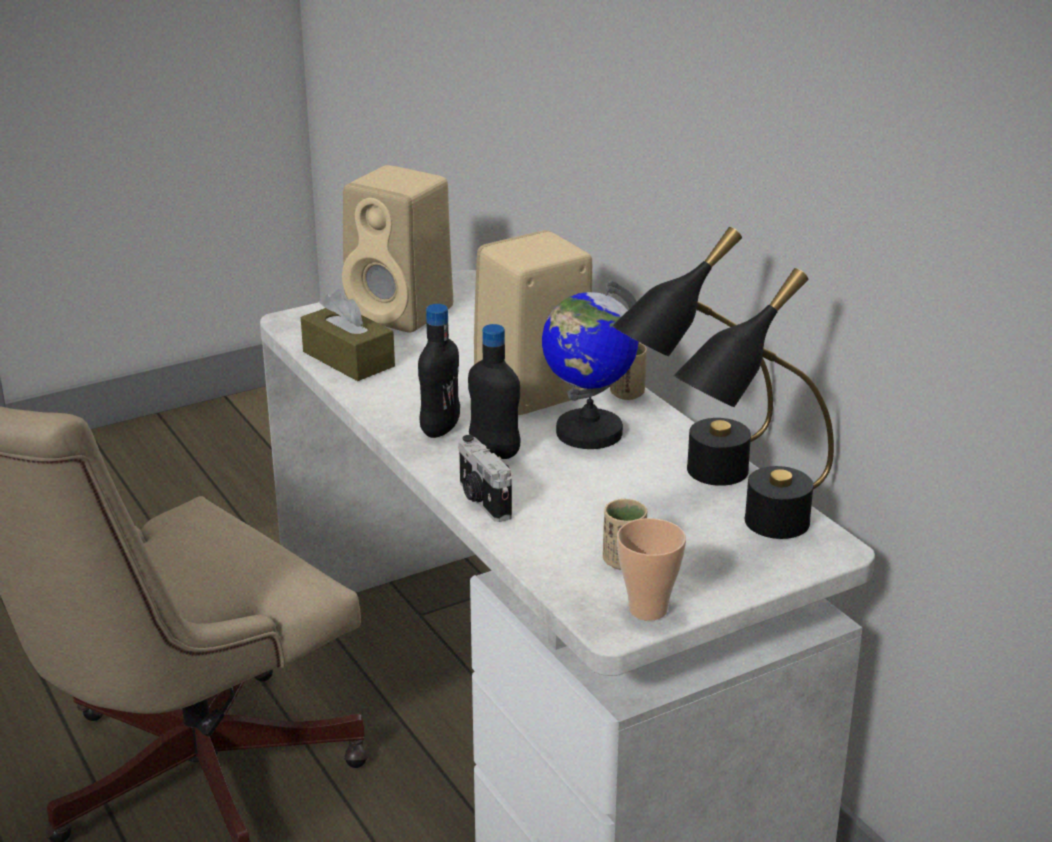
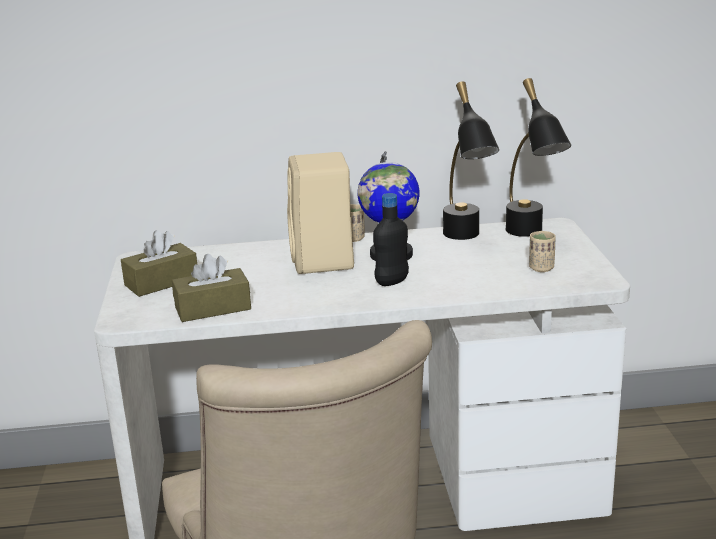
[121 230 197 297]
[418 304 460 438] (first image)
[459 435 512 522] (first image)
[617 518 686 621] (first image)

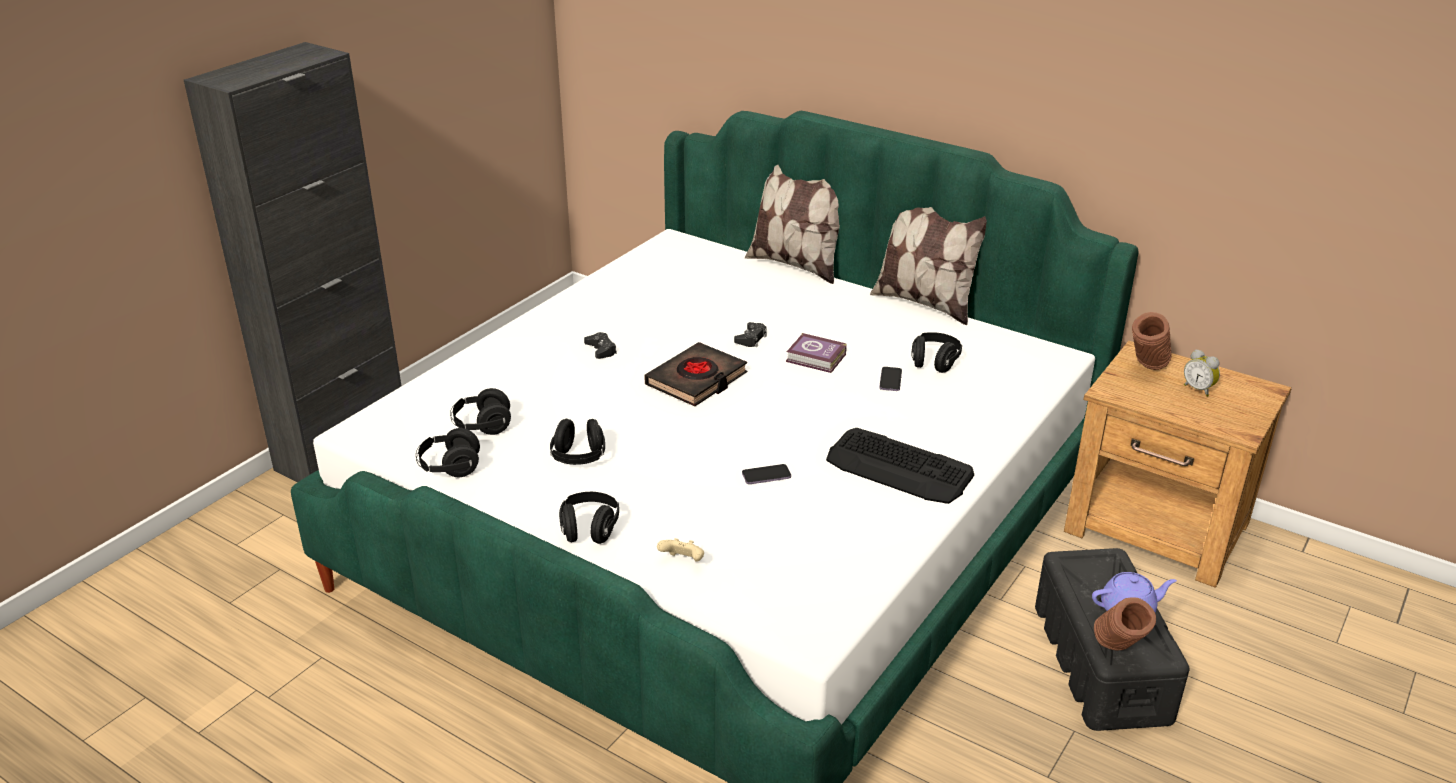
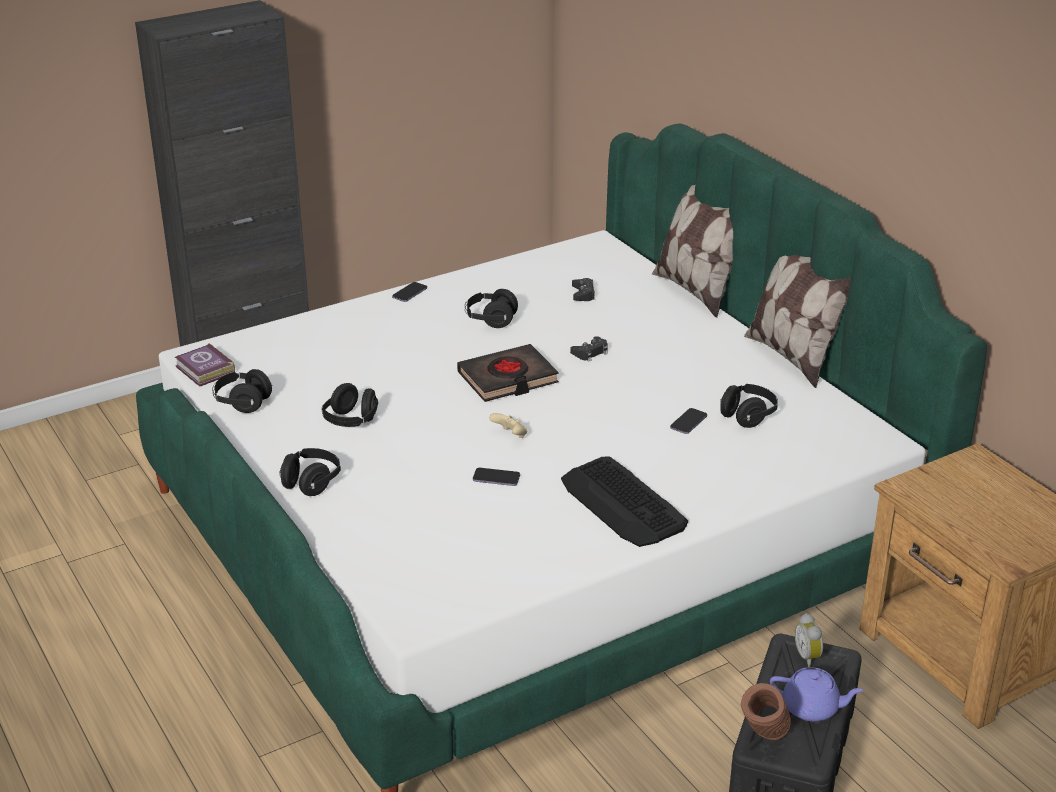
[1132 312 1172 370] (first image)
[572 278 595 301]
[175 343 235 387]
[795 613 823 667]
[465 289 518 328]
[489 413 527 438]
[392 282 427 302]

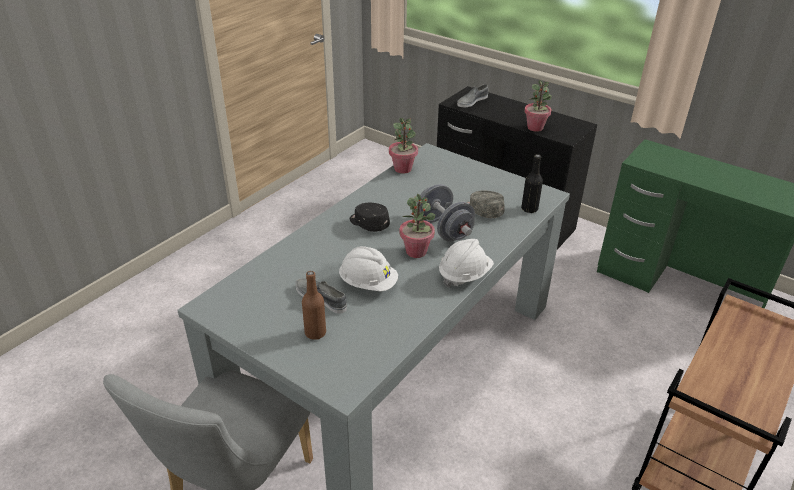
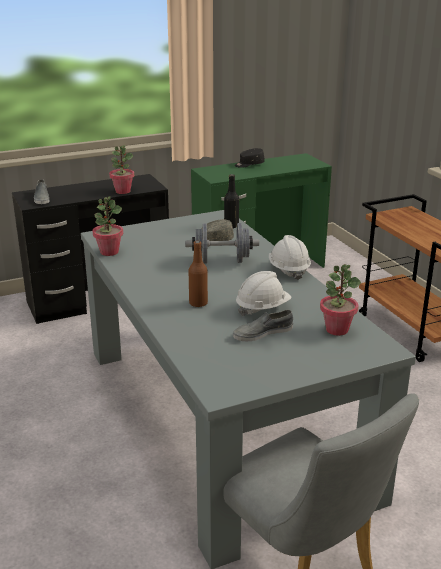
[320 264 361 336]
[235 148 264 168]
[189 241 208 307]

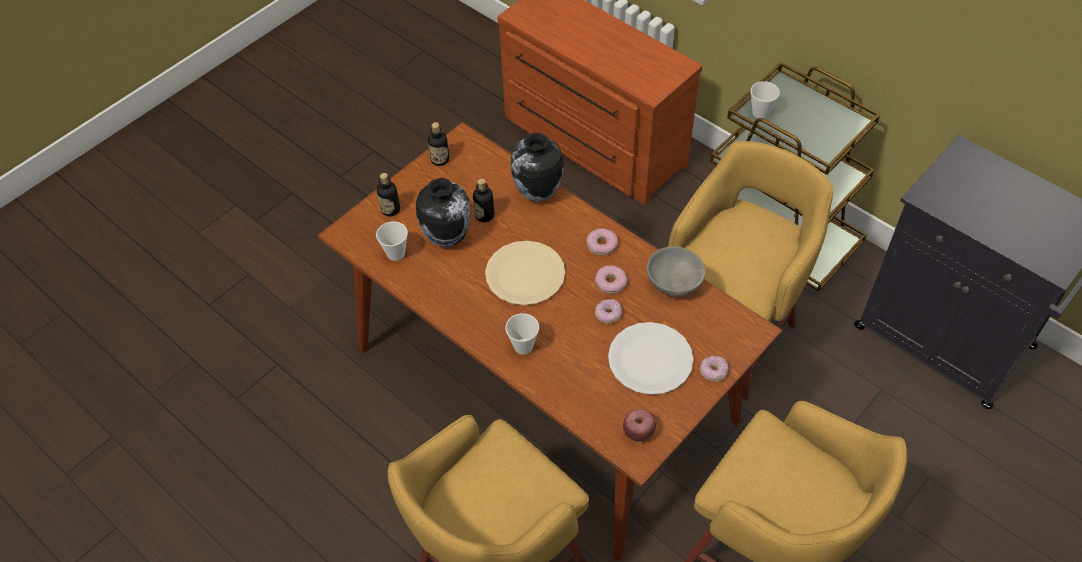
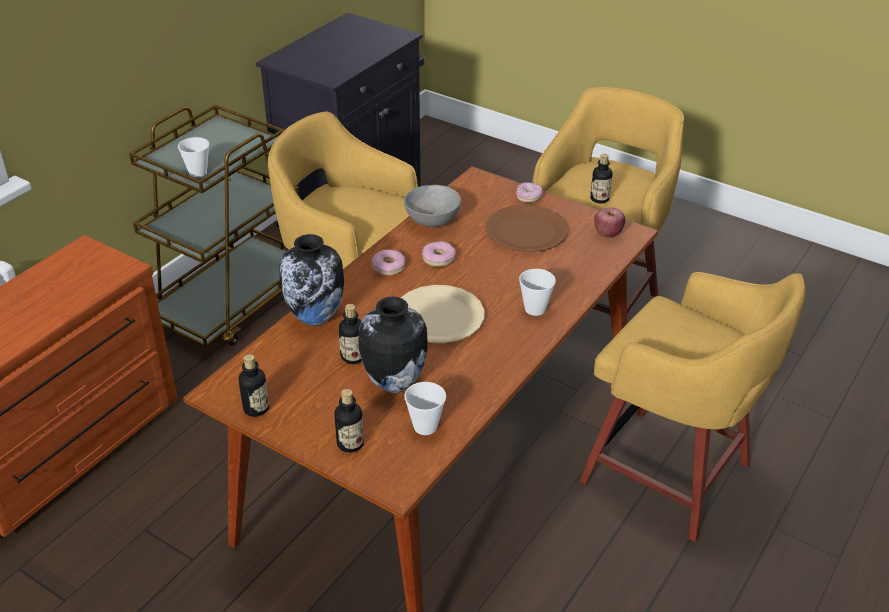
[595 299 622 324] (first image)
[486 205 568 252]
[590 154 612 203]

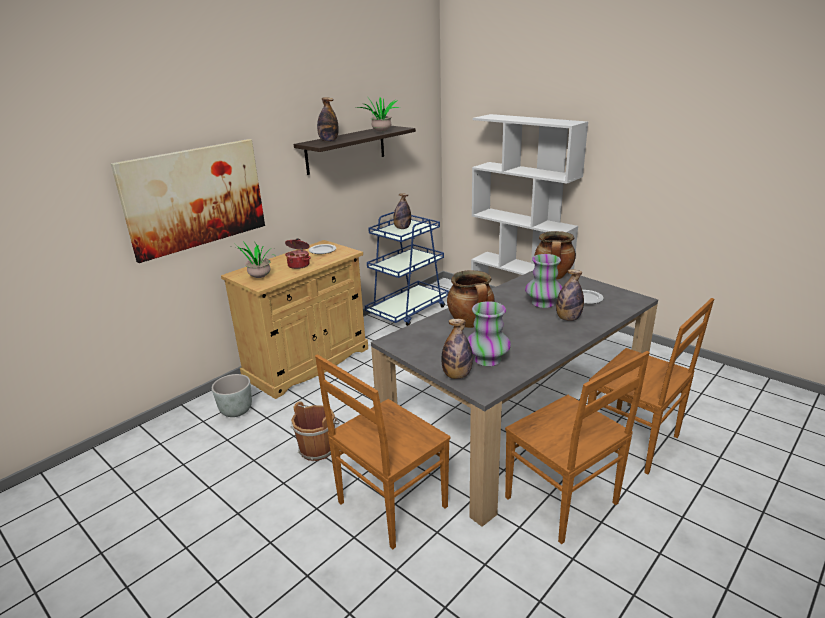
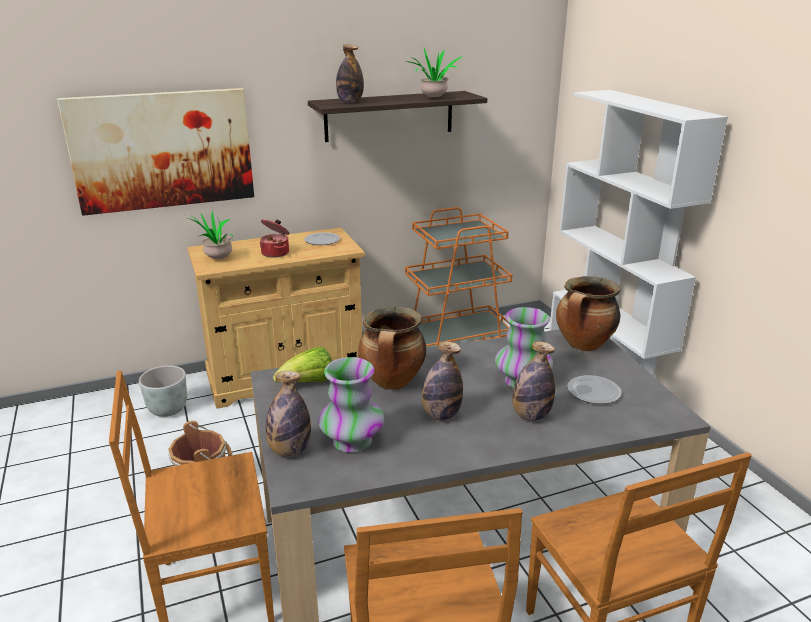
[422 341 463 420]
[405 207 512 348]
[273 347 332 383]

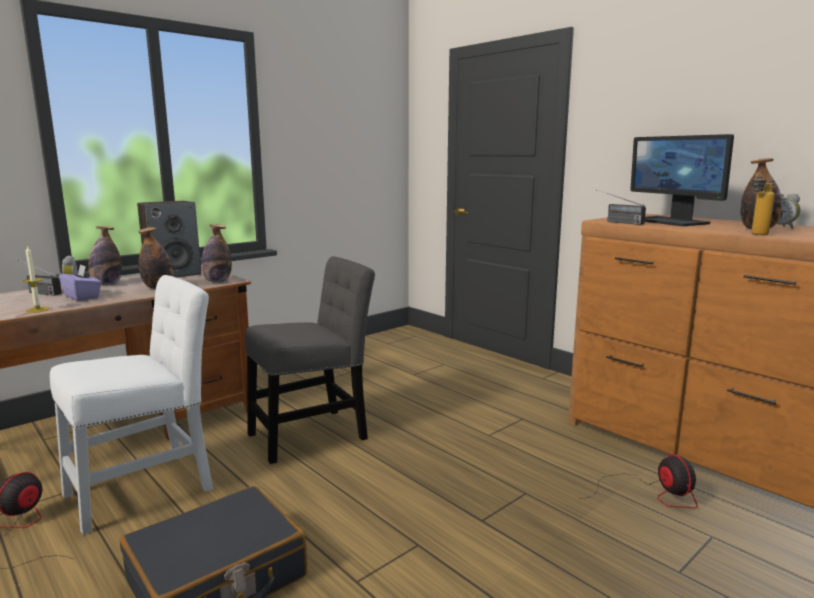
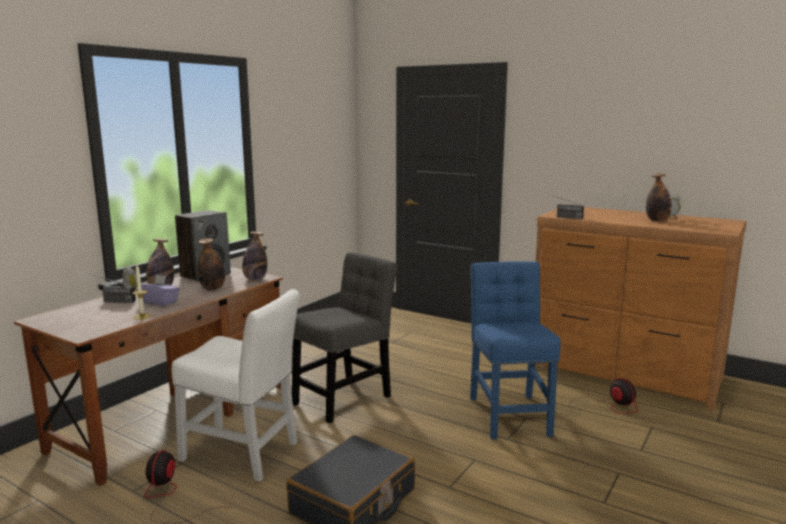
[630 134 734 226] (first image)
[751 172 775 235] (first image)
[172 289 300 482]
[470 261 561 440]

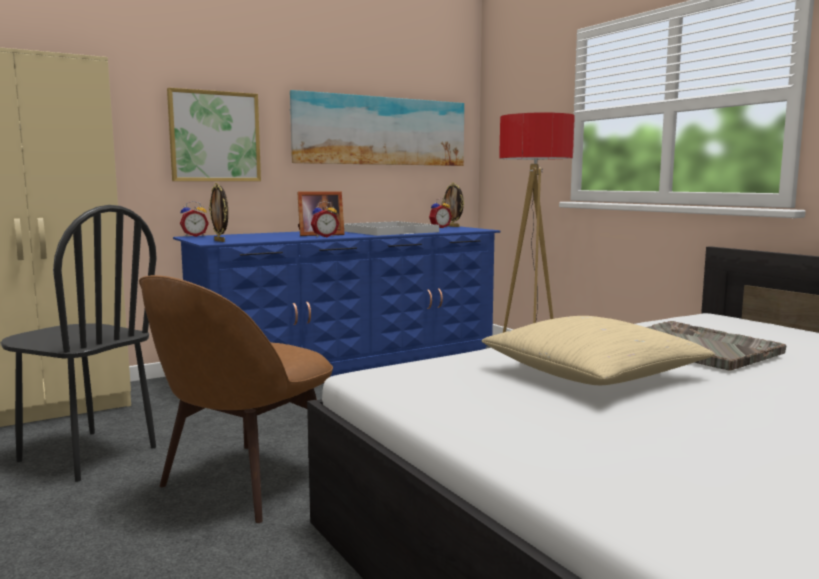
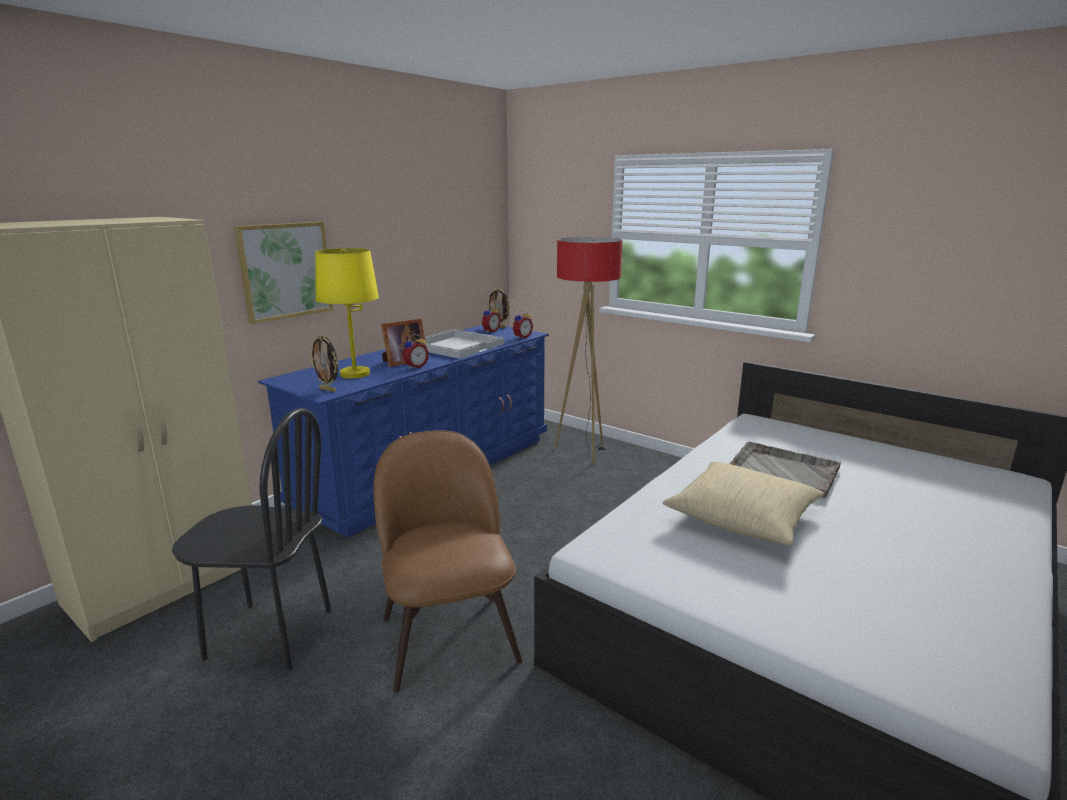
[290 90 464 166] (first image)
[513 310 533 339]
[374 430 523 693]
[315 248 379 378]

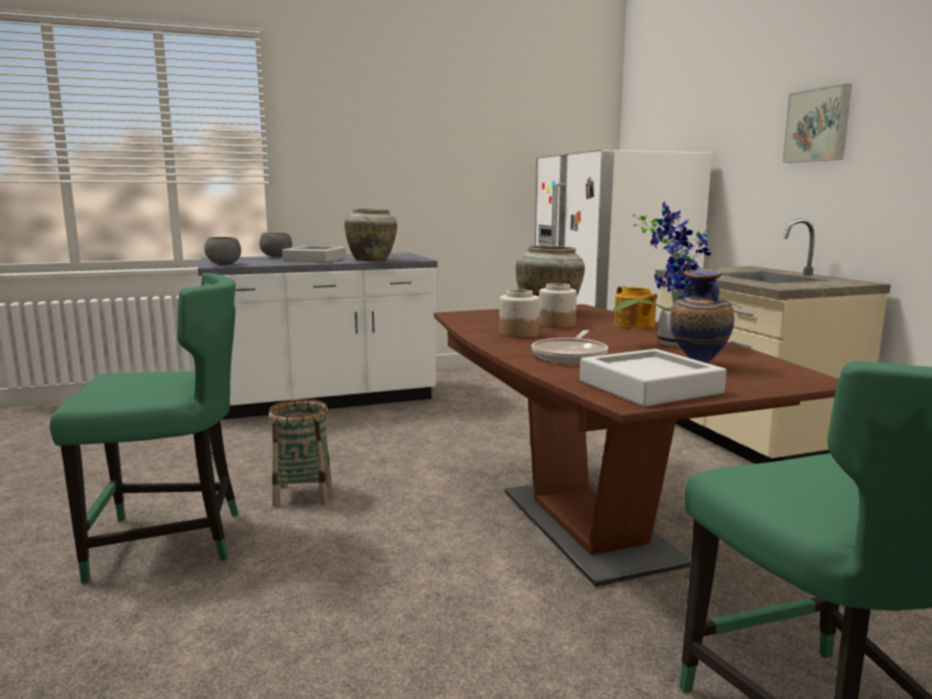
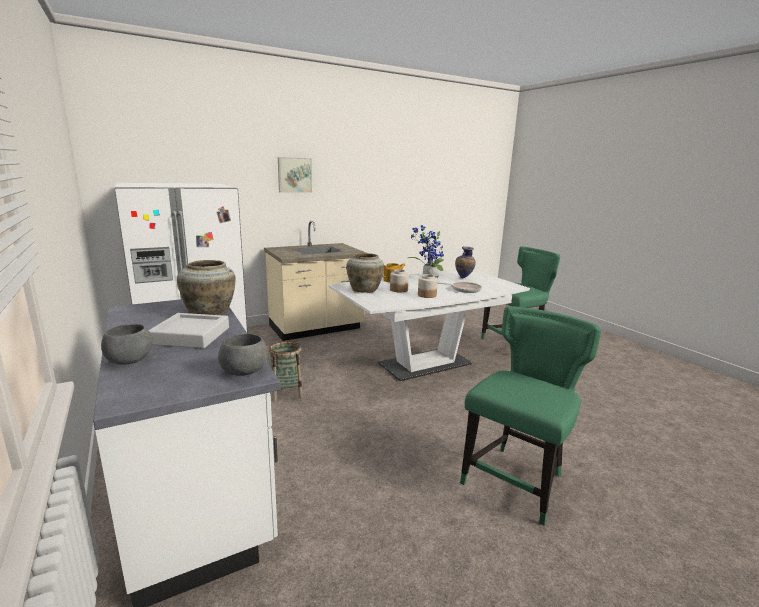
[460 306 601 525]
[329 270 530 381]
[580 349 726 407] (first image)
[269 341 303 401]

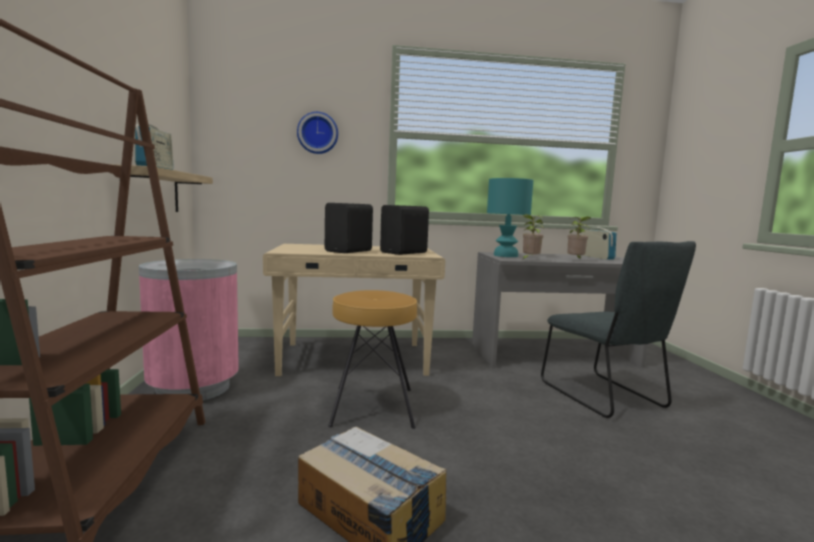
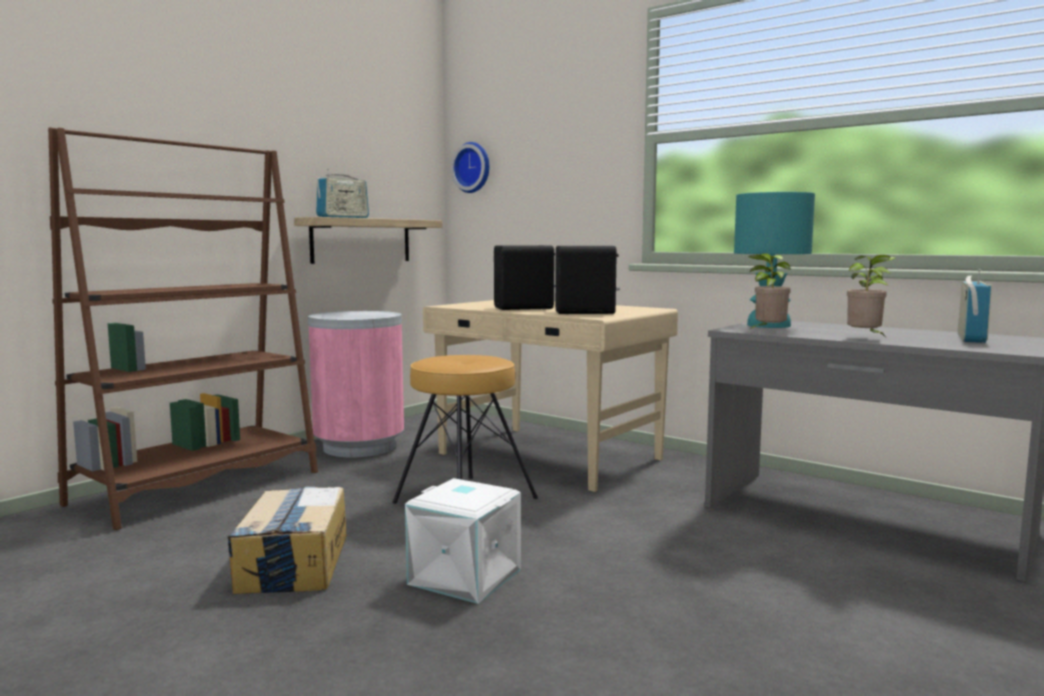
[451 142 489 193]
[541 241 696 418] (first image)
[405 478 521 604]

